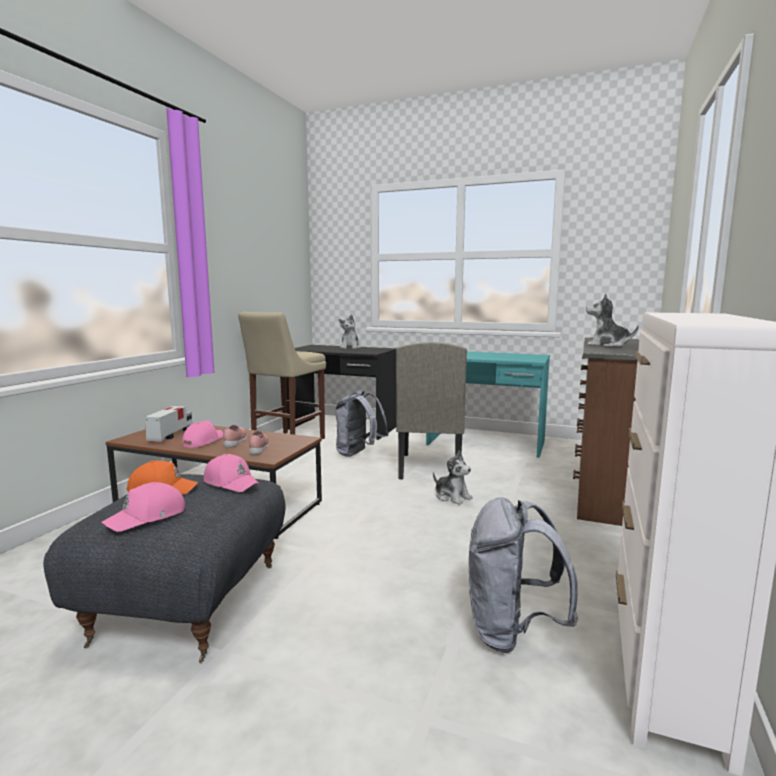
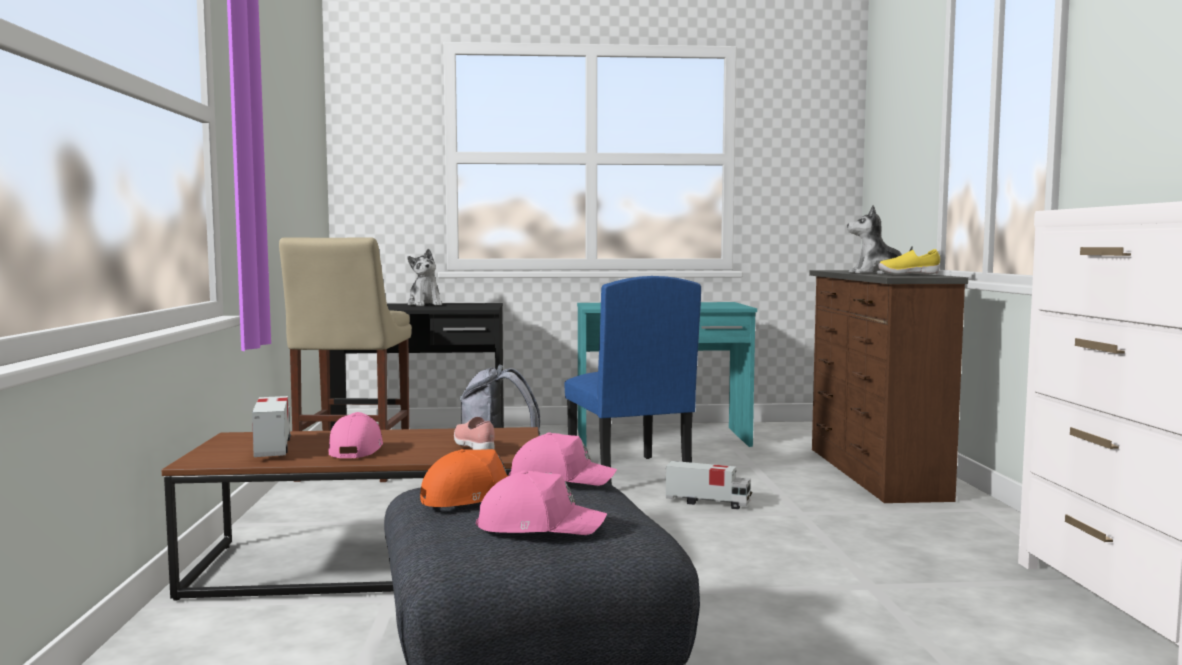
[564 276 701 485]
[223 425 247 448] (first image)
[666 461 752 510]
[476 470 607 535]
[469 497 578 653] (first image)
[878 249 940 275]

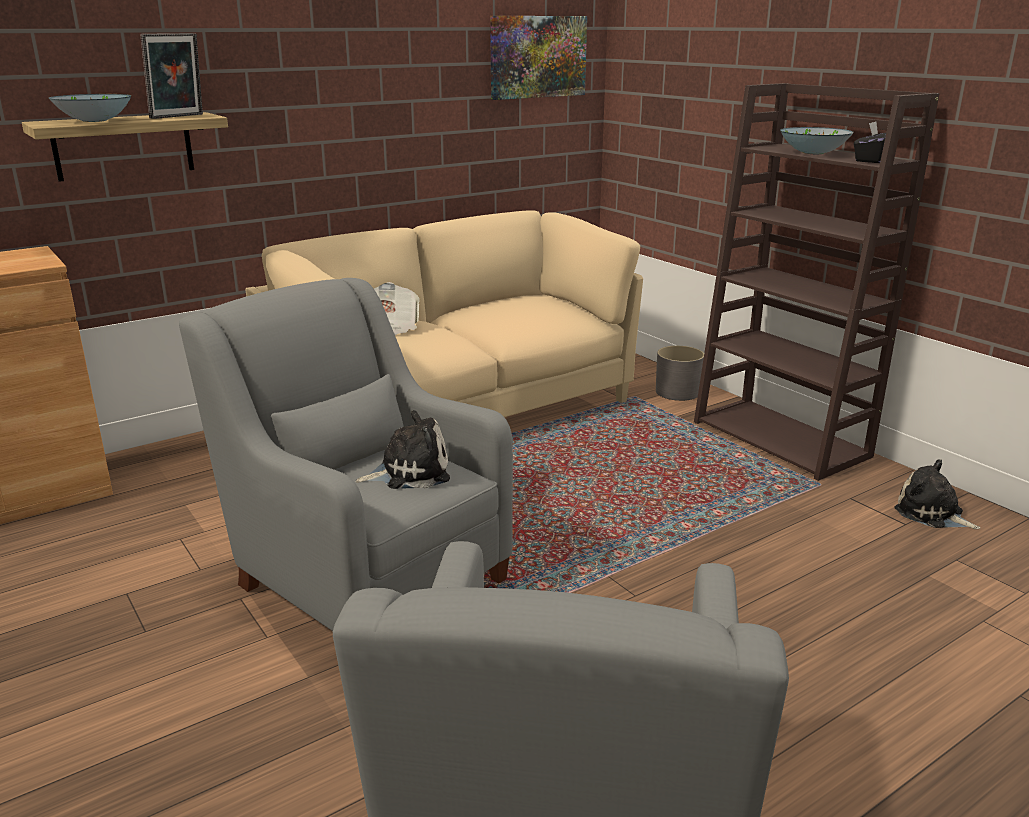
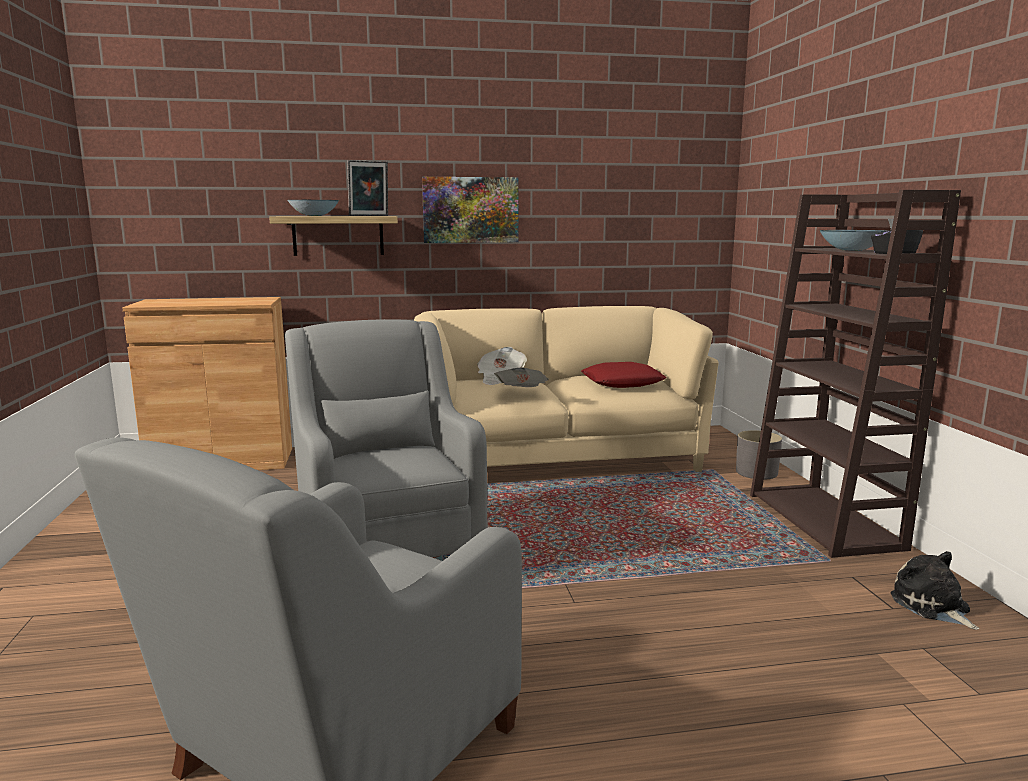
[422 177 518 243]
[355 410 450 489] (first image)
[581 362 666 388]
[494 368 549 387]

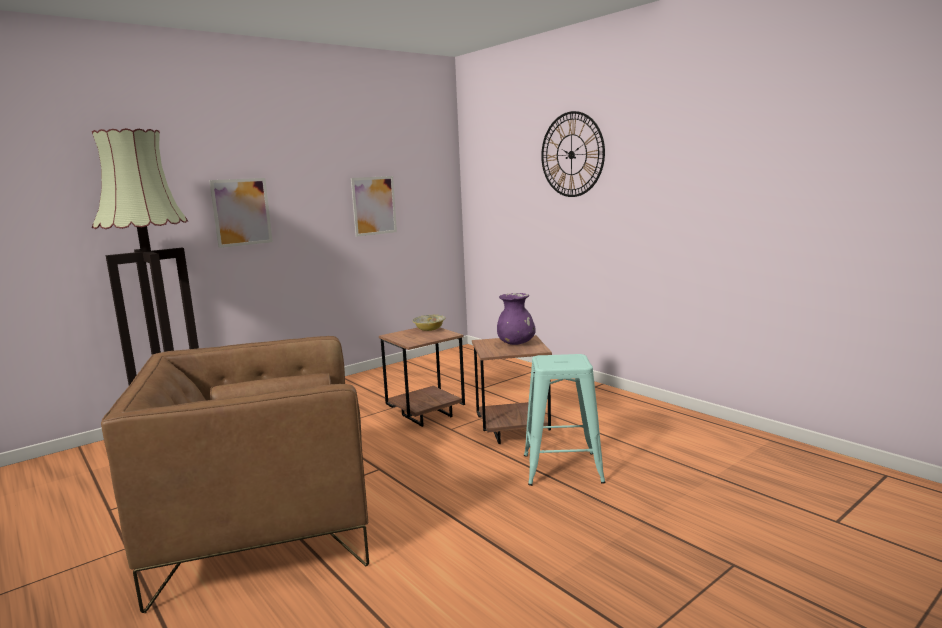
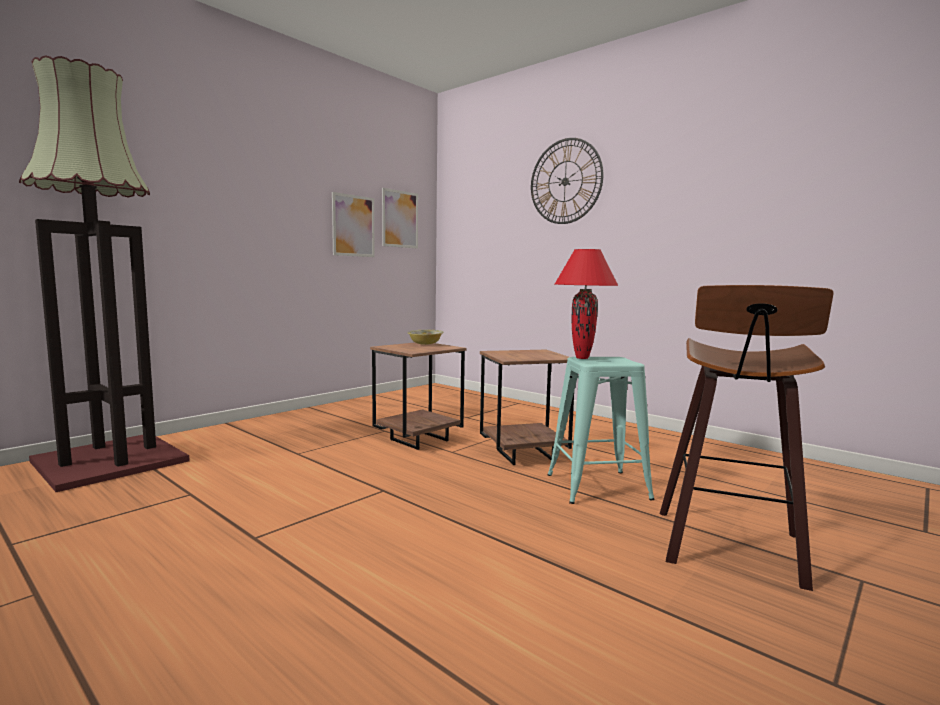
[382 188 418 248]
[497 293 536 345] (first image)
[101 336 369 613] (first image)
[555 249 618 359]
[660 285 833 591]

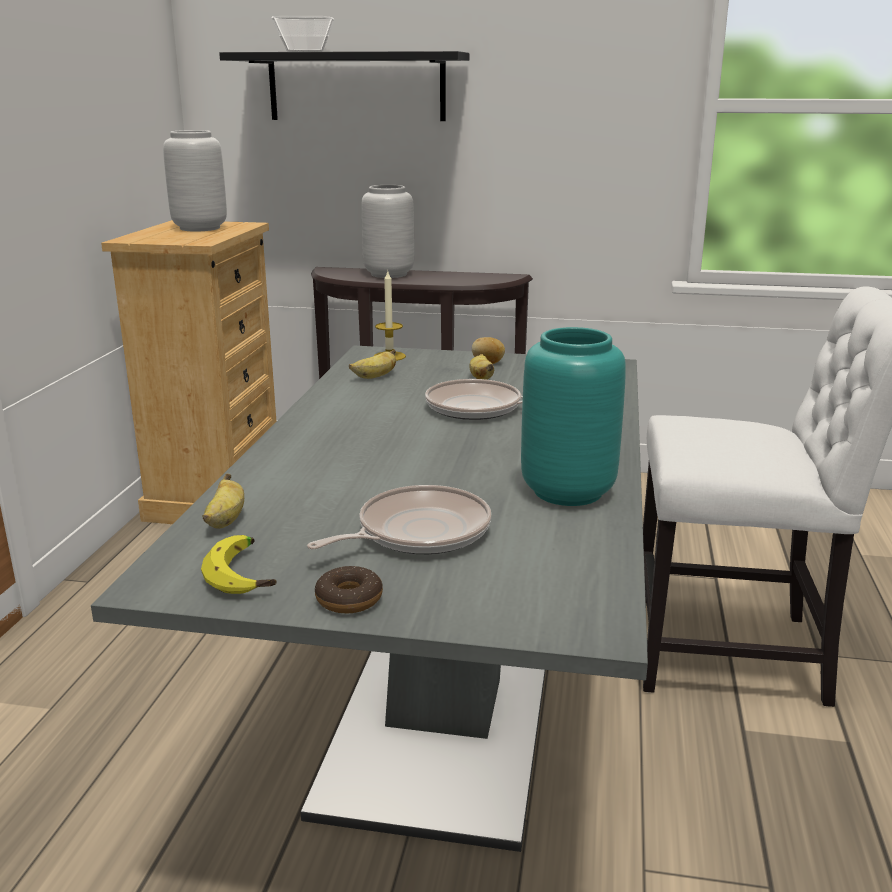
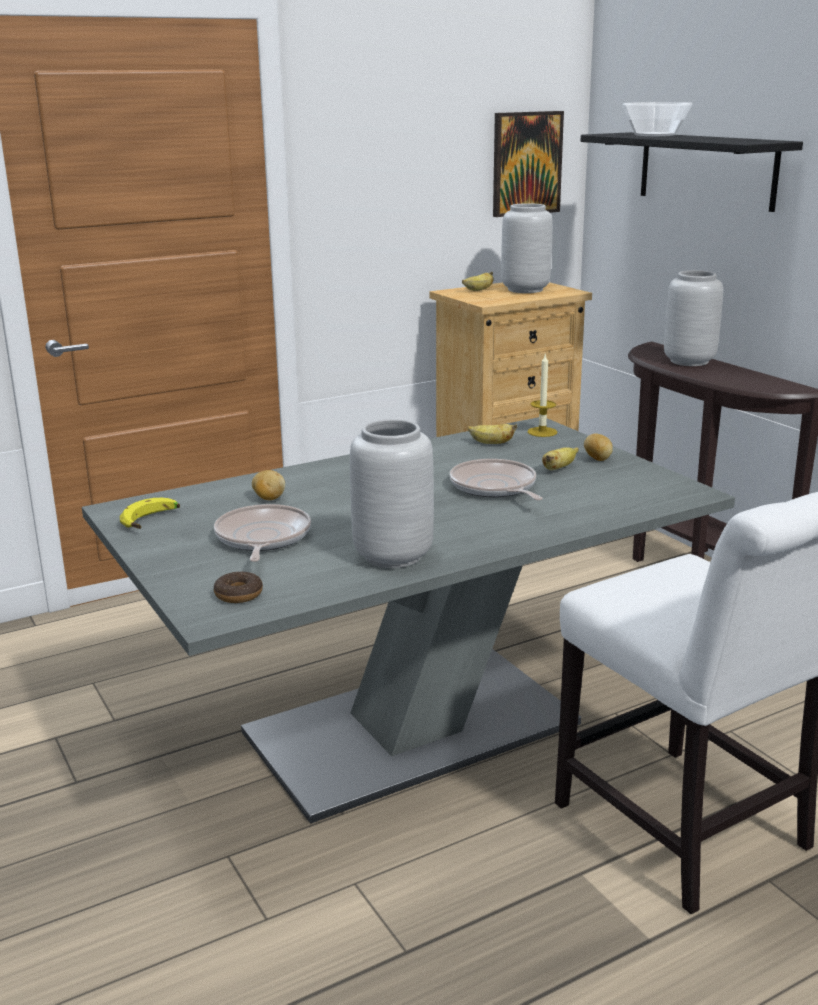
[350 419 434 568]
[462 271 494 291]
[214 504 311 562]
[214 571 263 603]
[493 111 564 217]
[252 470 285 500]

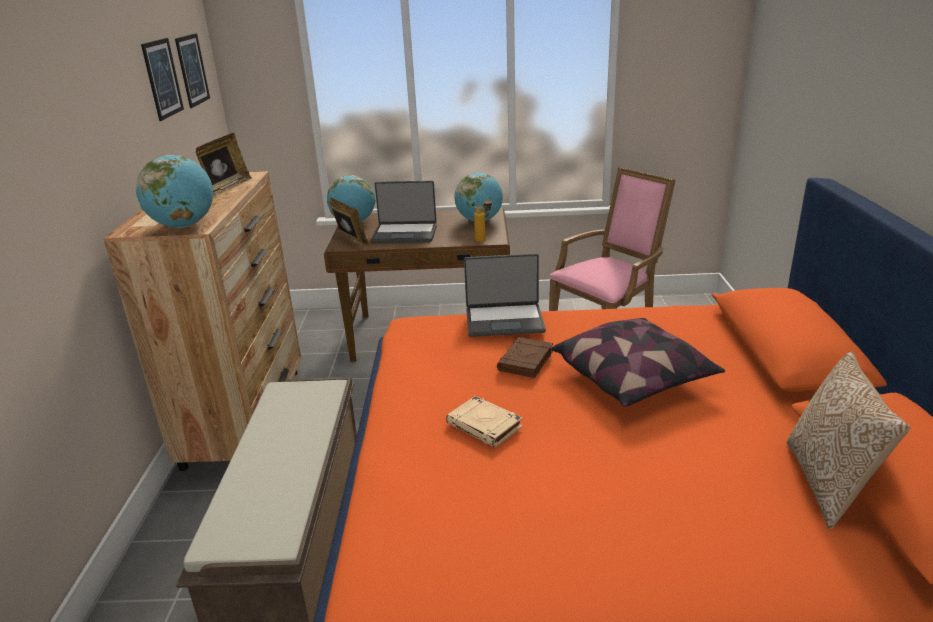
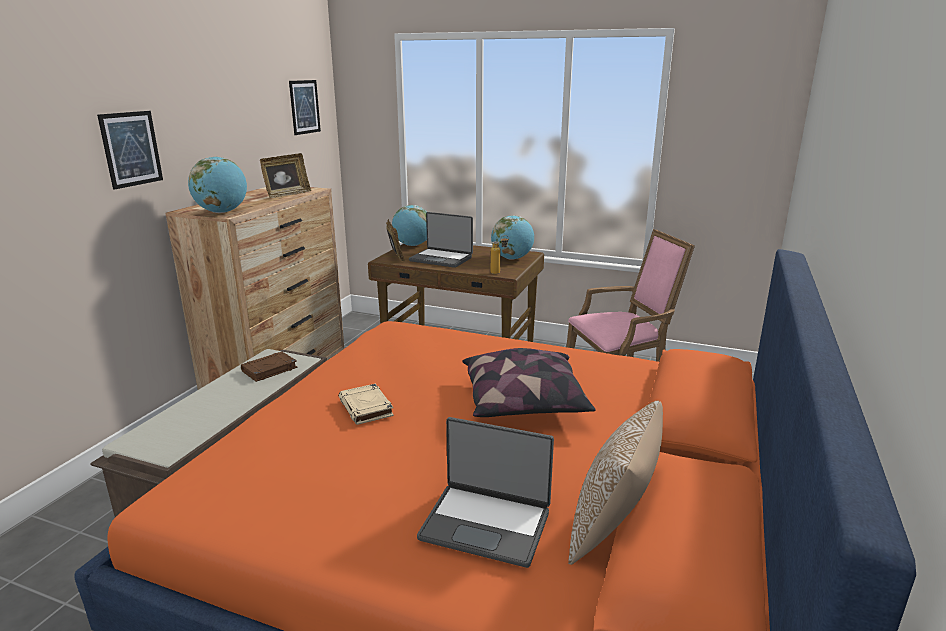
[97 111 163 190]
[417 417 554 568]
[241 352 298 382]

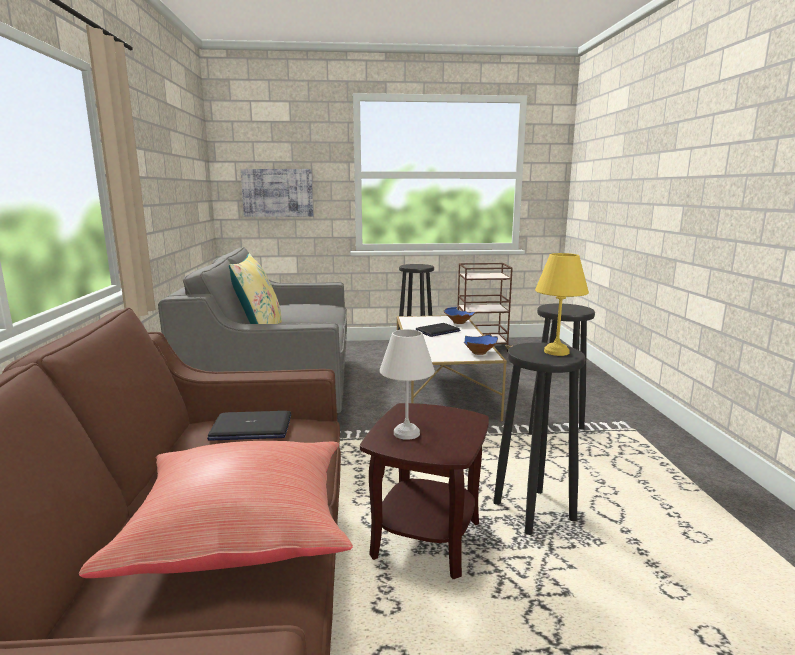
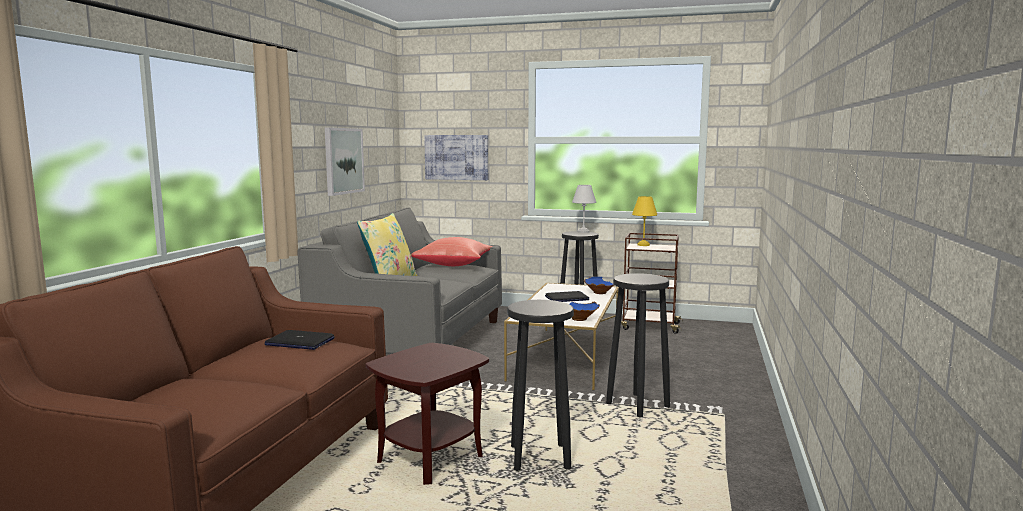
[632 196 657 246]
[572 185 596 233]
[411 237 493 266]
[325 127 365 196]

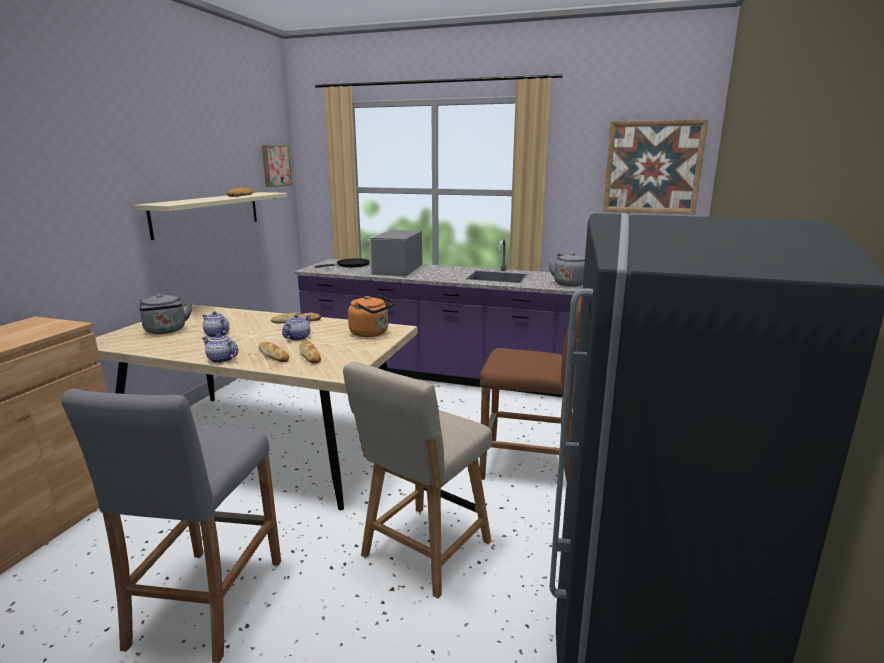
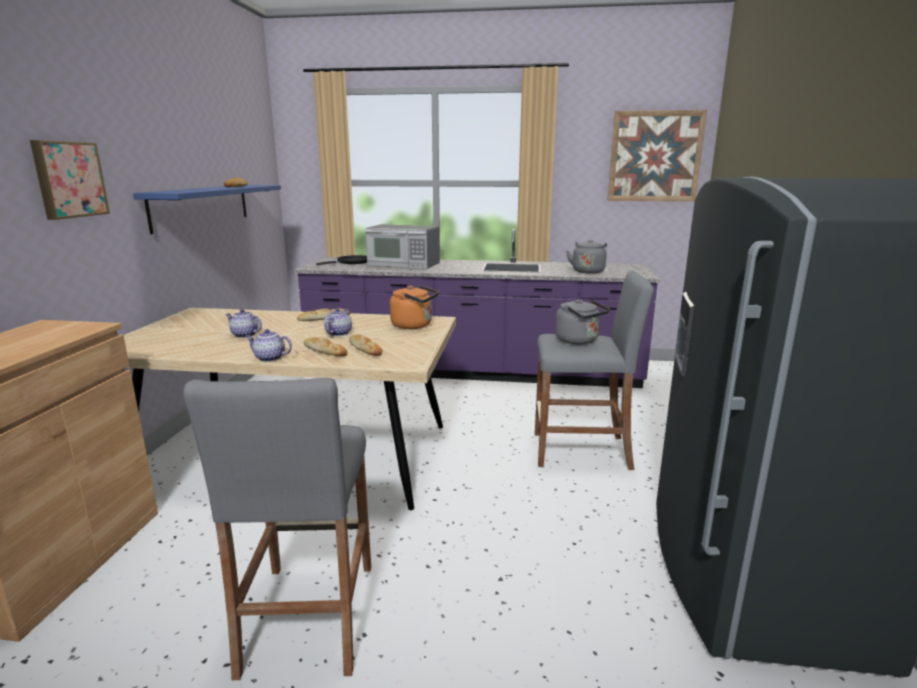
[30 140 110 220]
[133 185 281 234]
[365 224 440 269]
[555 299 610 344]
[535 270 654 470]
[343 361 492 598] (first image)

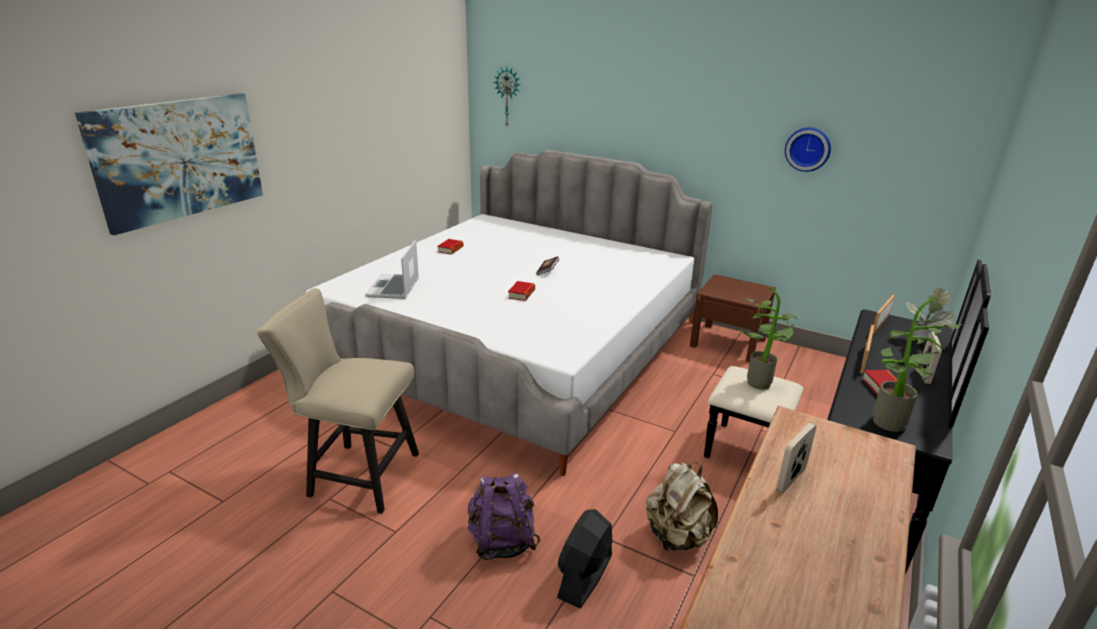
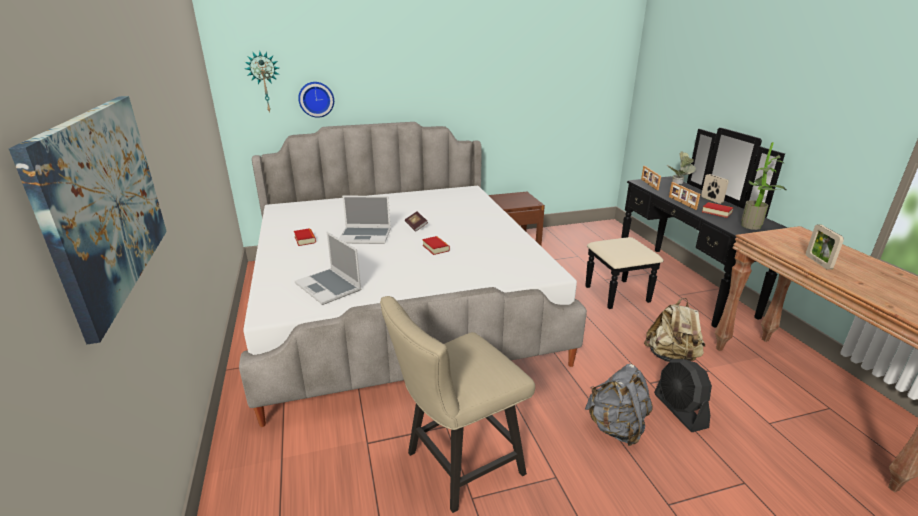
[298 82 334 118]
[739 287 797 390] (first image)
[585 364 653 446]
[339 195 391 244]

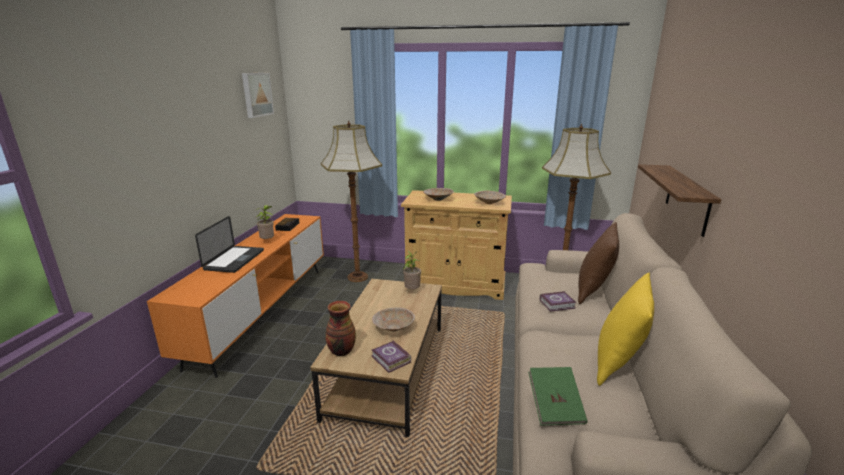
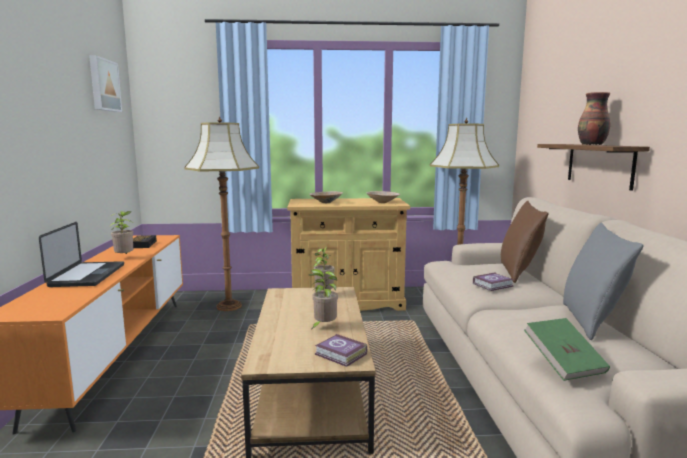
[563 222 643 340]
[578 92 610 145]
[309 269 338 329]

